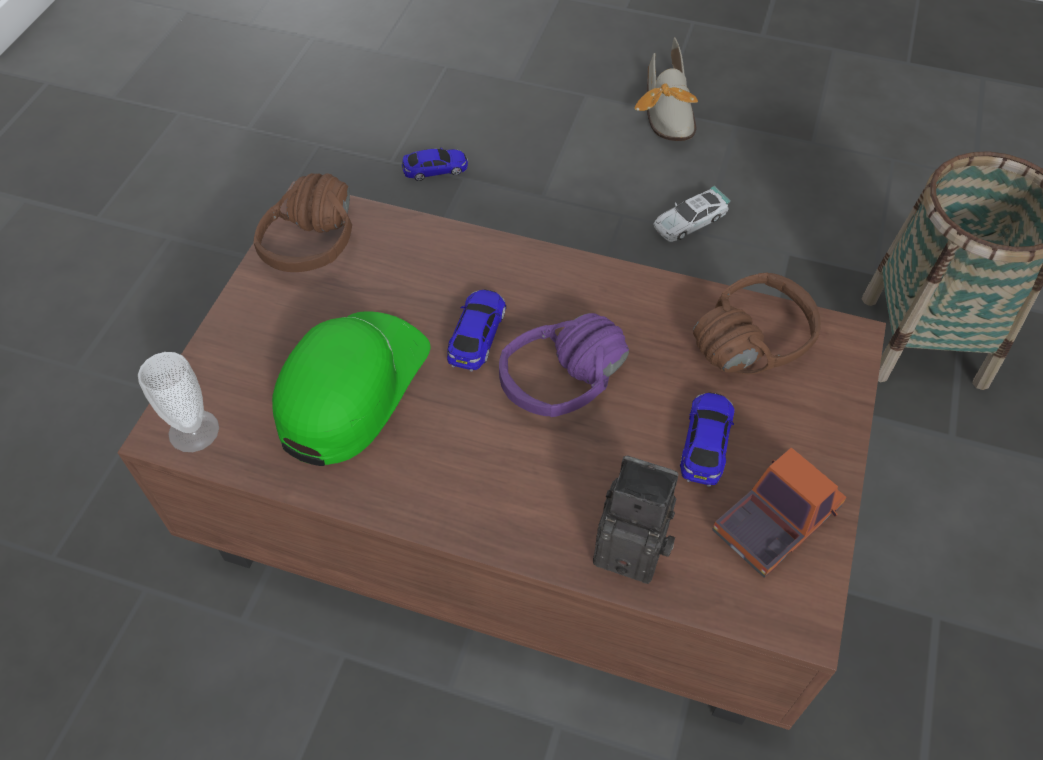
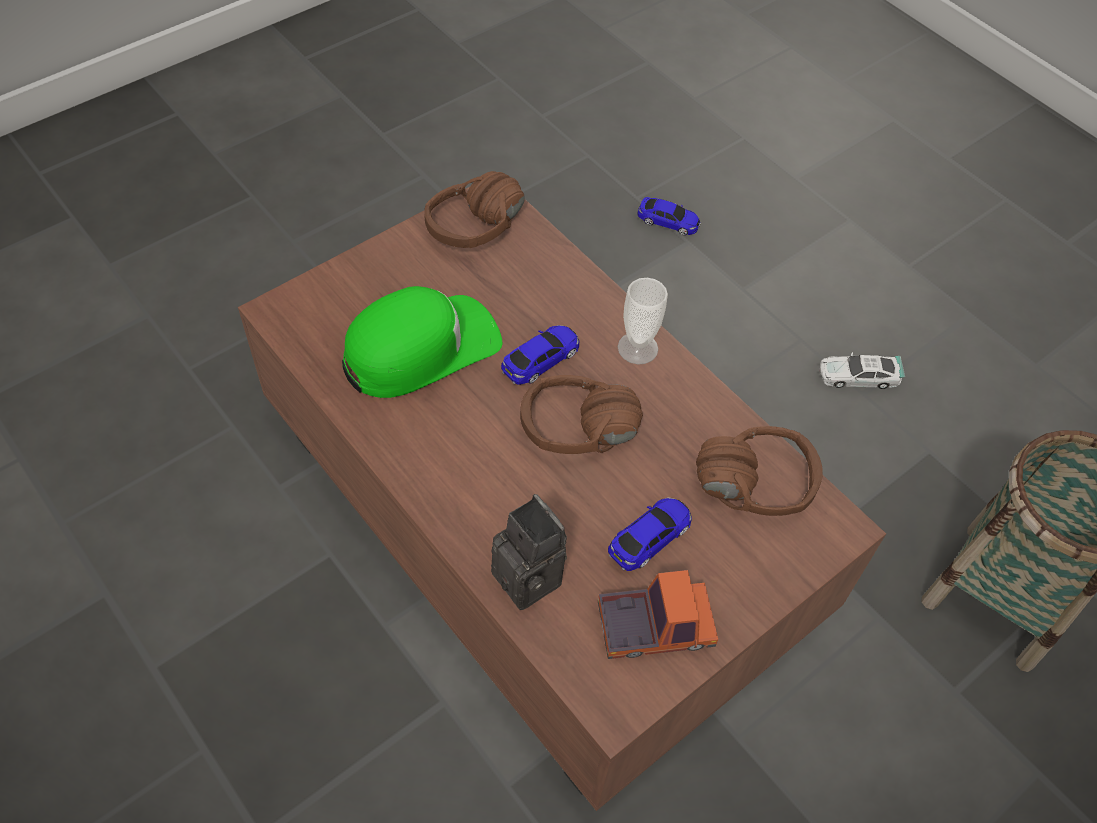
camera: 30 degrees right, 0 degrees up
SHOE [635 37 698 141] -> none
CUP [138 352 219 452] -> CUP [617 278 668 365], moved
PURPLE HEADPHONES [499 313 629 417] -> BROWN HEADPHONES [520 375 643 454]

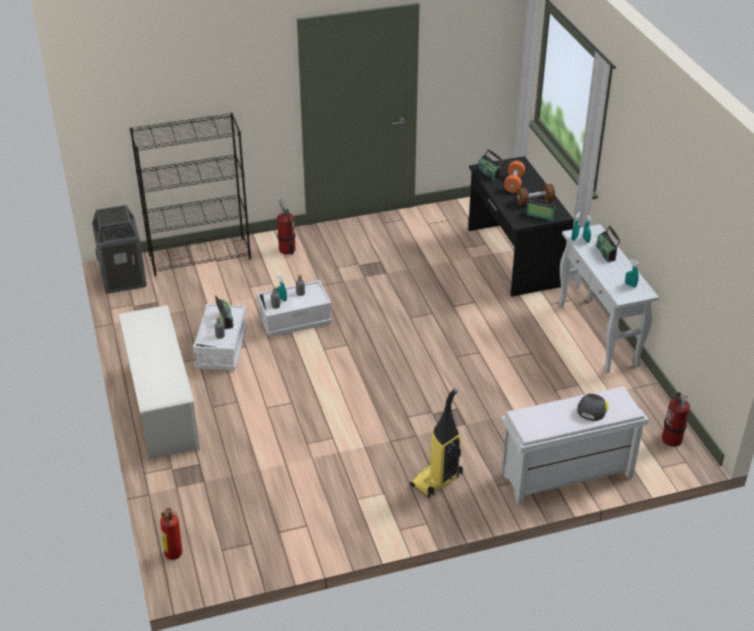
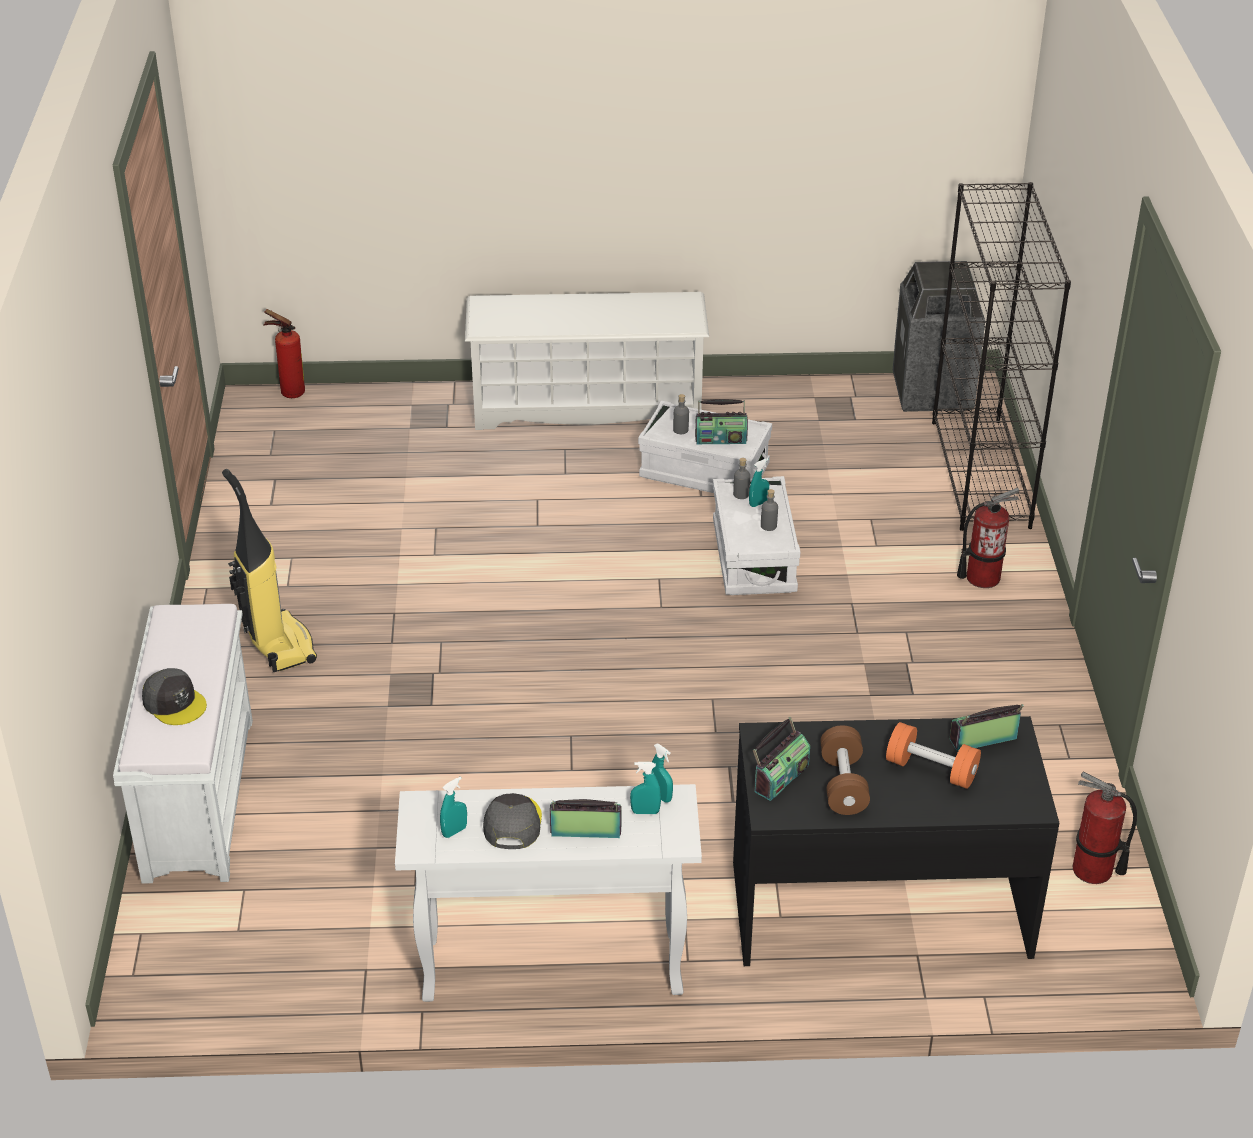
camera: 105 degrees right, 0 degrees up
none -> GREY CAP [483 793 542 849]
FIRE EXTINGUISHER [662 392 690 447] -> FIRE EXTINGUISHER [1073 771 1137 884], moved

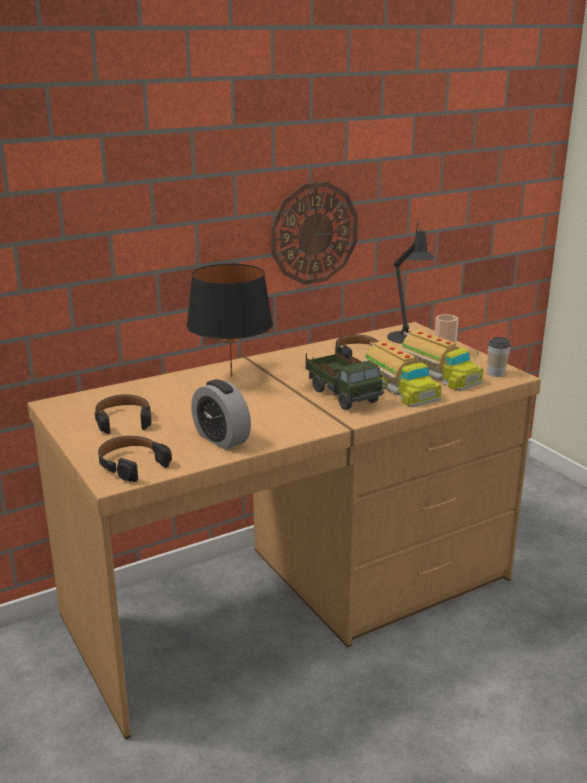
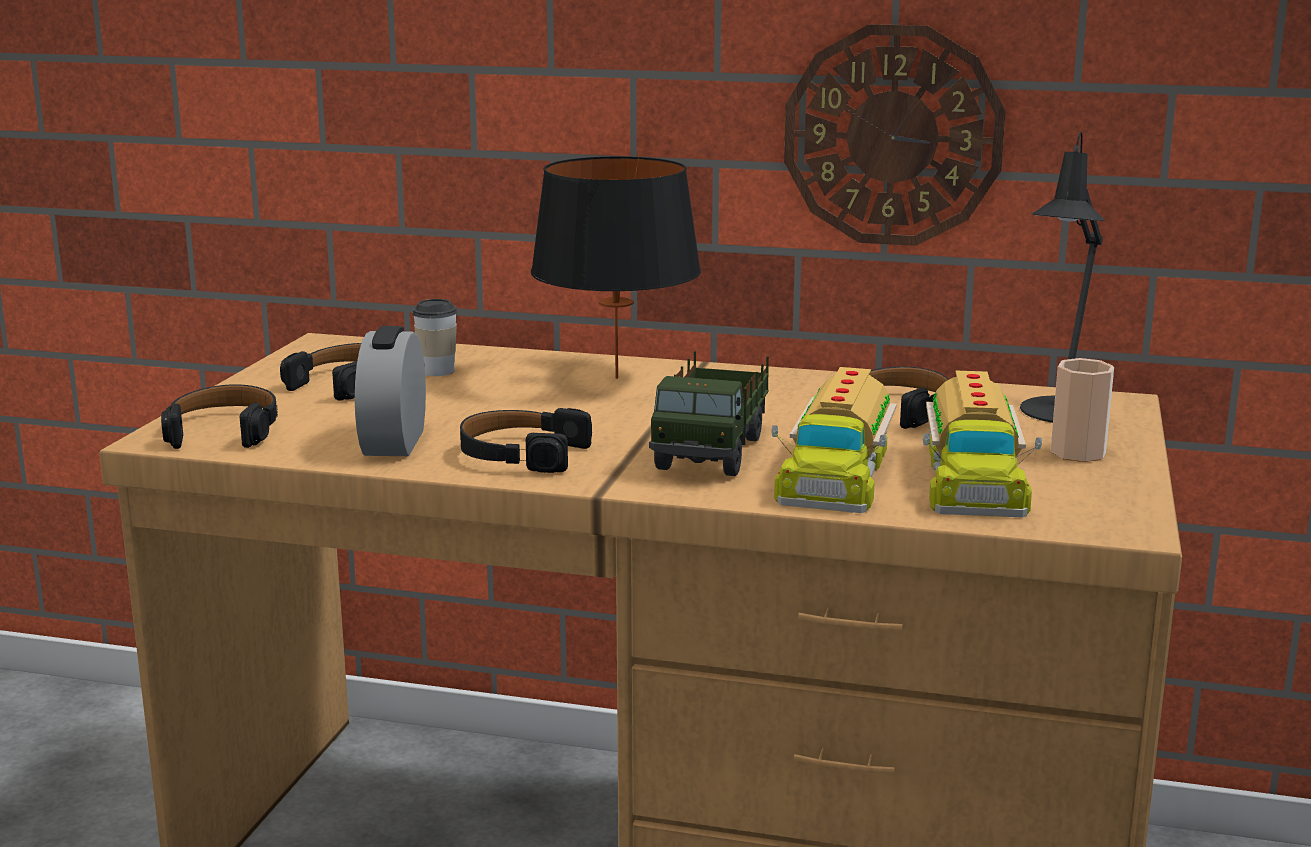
camera: 45 degrees right, 5 degrees down
none -> BLACK HEADPHONES [460 408 592 473]
CUP [488 337 511 377] -> CUP [412 299 457 376], moved

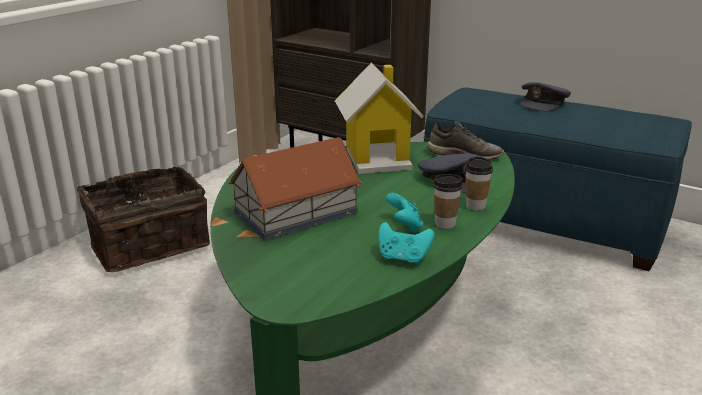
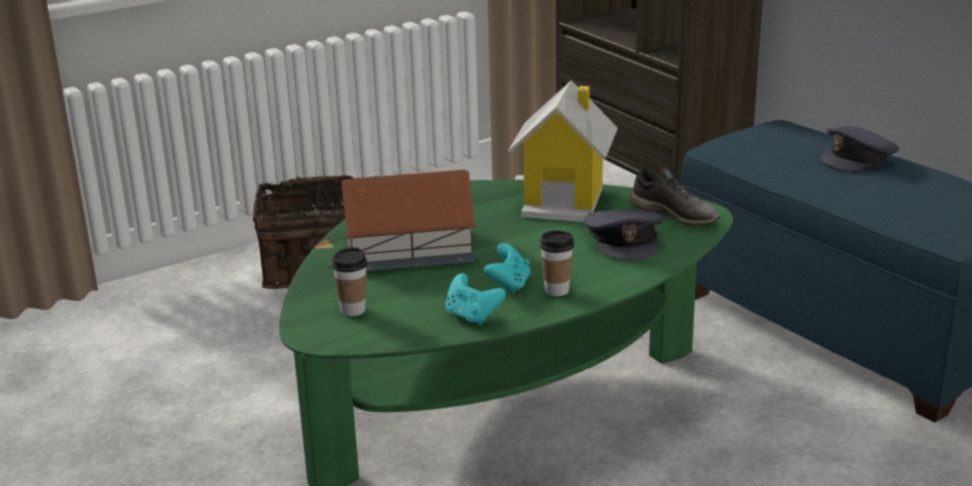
camera: 25 degrees right, 0 degrees up
CUP [465 157 493 211] -> CUP [332 247 367 316], moved

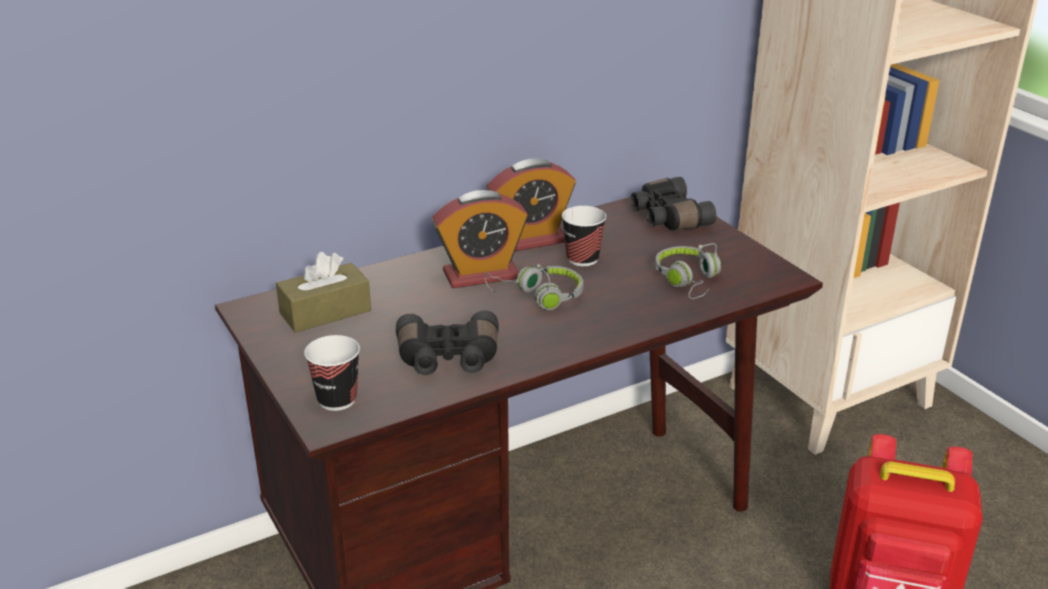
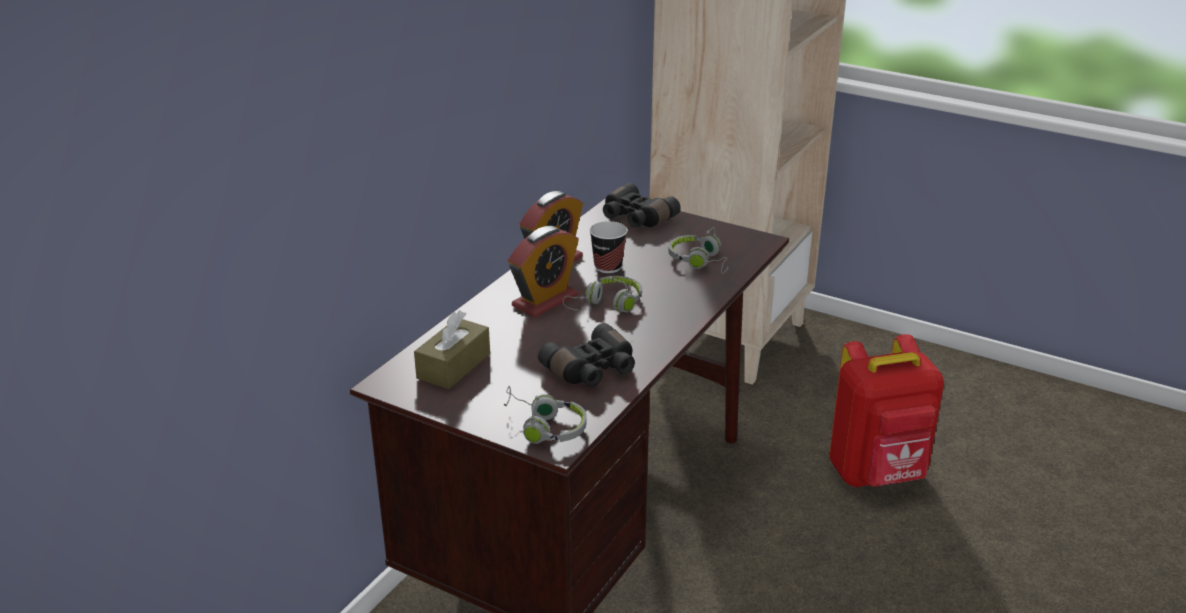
camera: 30 degrees left, 0 degrees up
CUP [304 335 360 411] -> GREY HEADPHONES [504 386 587 444]

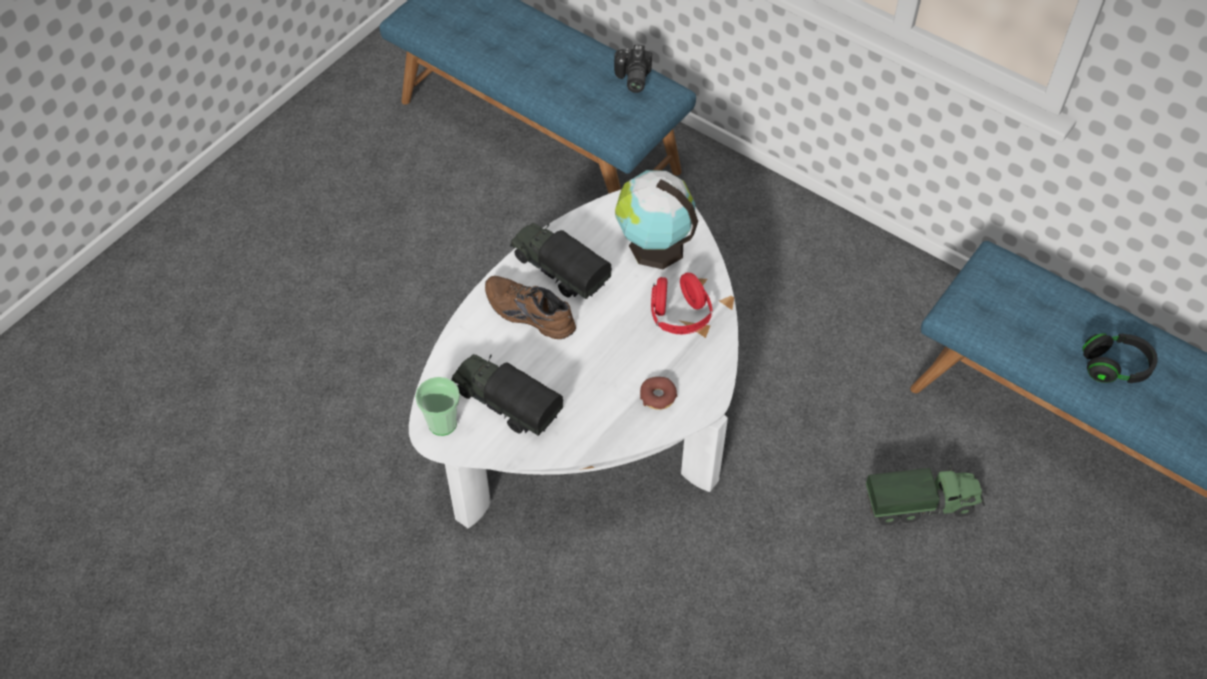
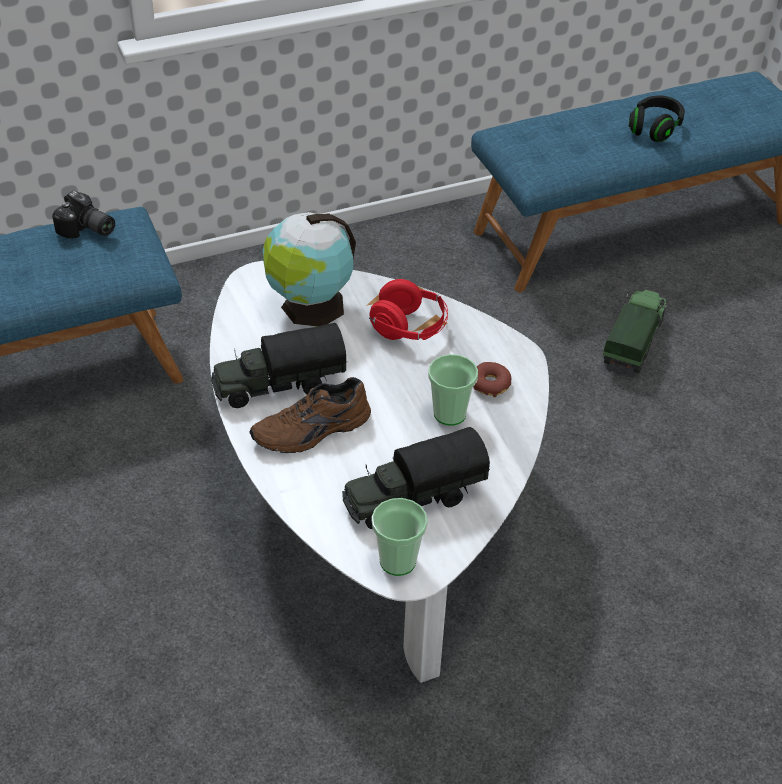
camera: 60 degrees left, 10 degrees down
none -> CUP [428 354 478 426]

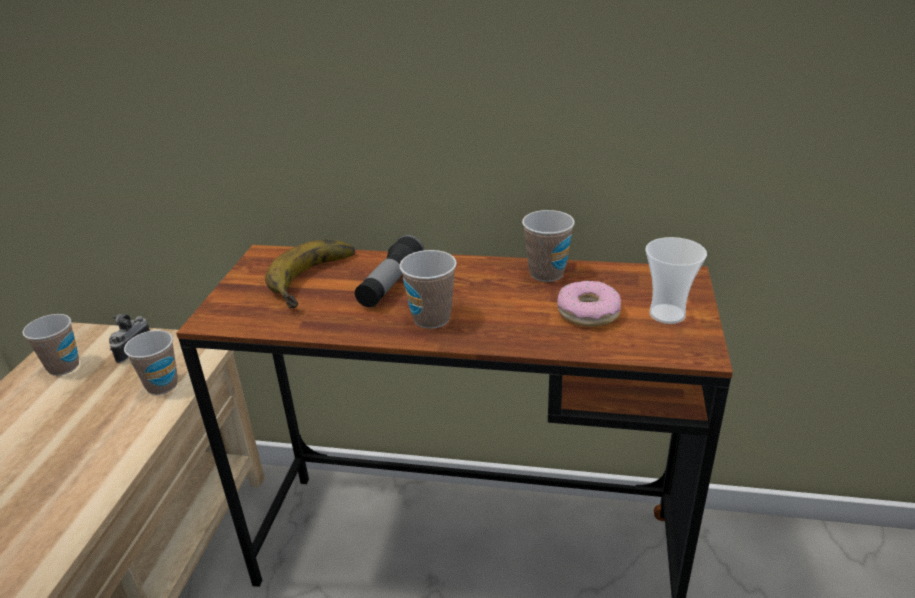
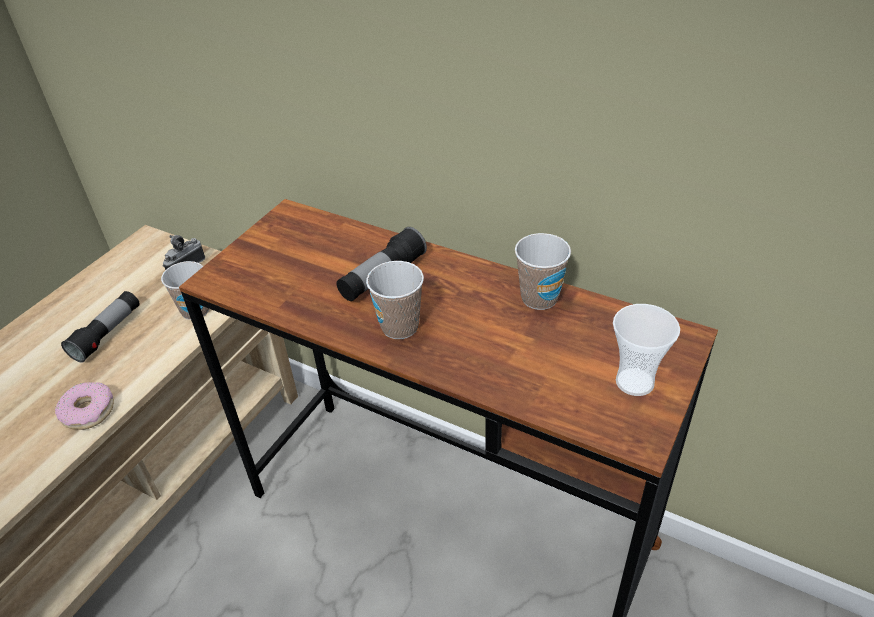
camera: 20 degrees right, 10 degrees up
CUP [22 314 79 376] -> none
BANANA [265 240 355 308] -> none
none -> FLASHLIGHT [61 291 140 363]
DONUT [557 281 621 327] -> DONUT [55 382 114 430], moved

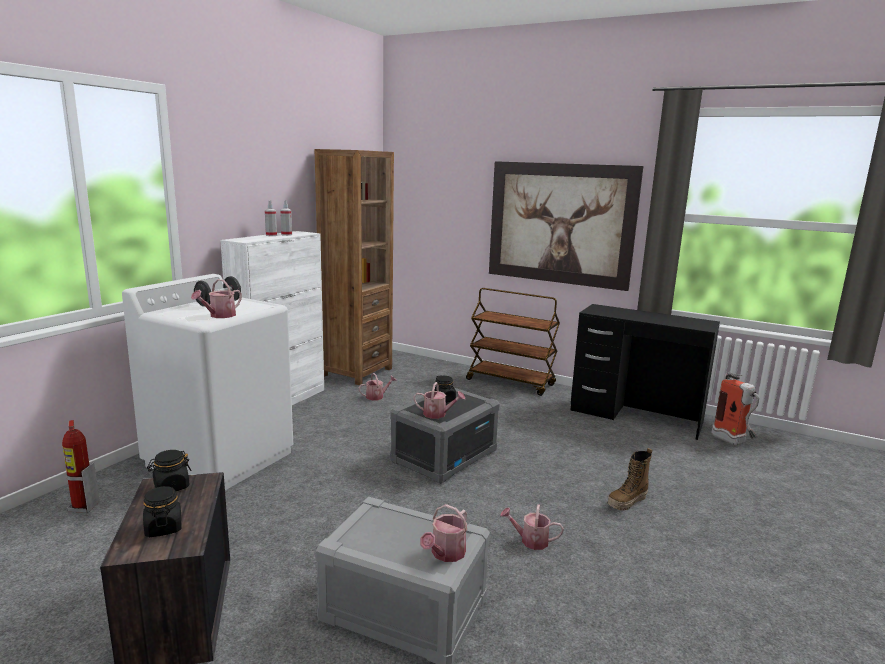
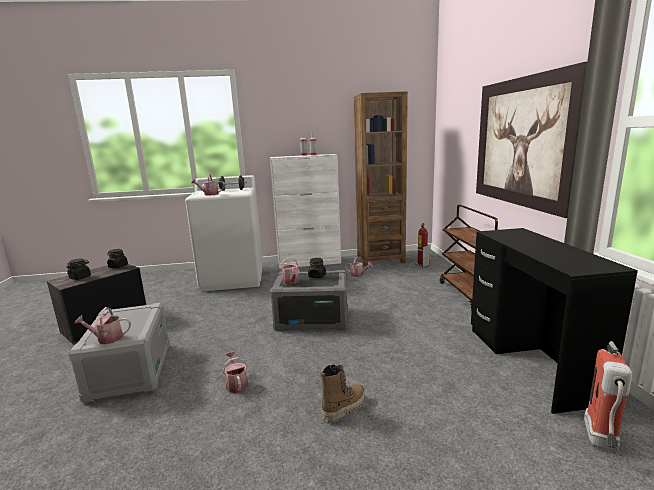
camera: 55 degrees right, 0 degrees up
FIRE EXTINGUISHER [62 420 100 513] -> FIRE EXTINGUISHER [415 223 430 267], moved
BOOT [608 448 652 511] -> BOOT [320 364 365 424], 120 degrees clockwise

